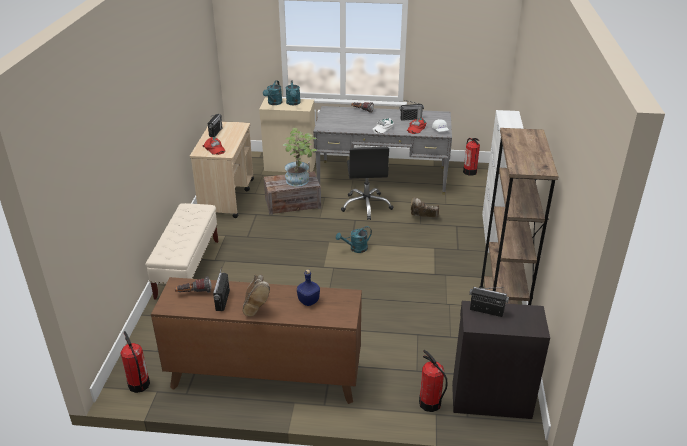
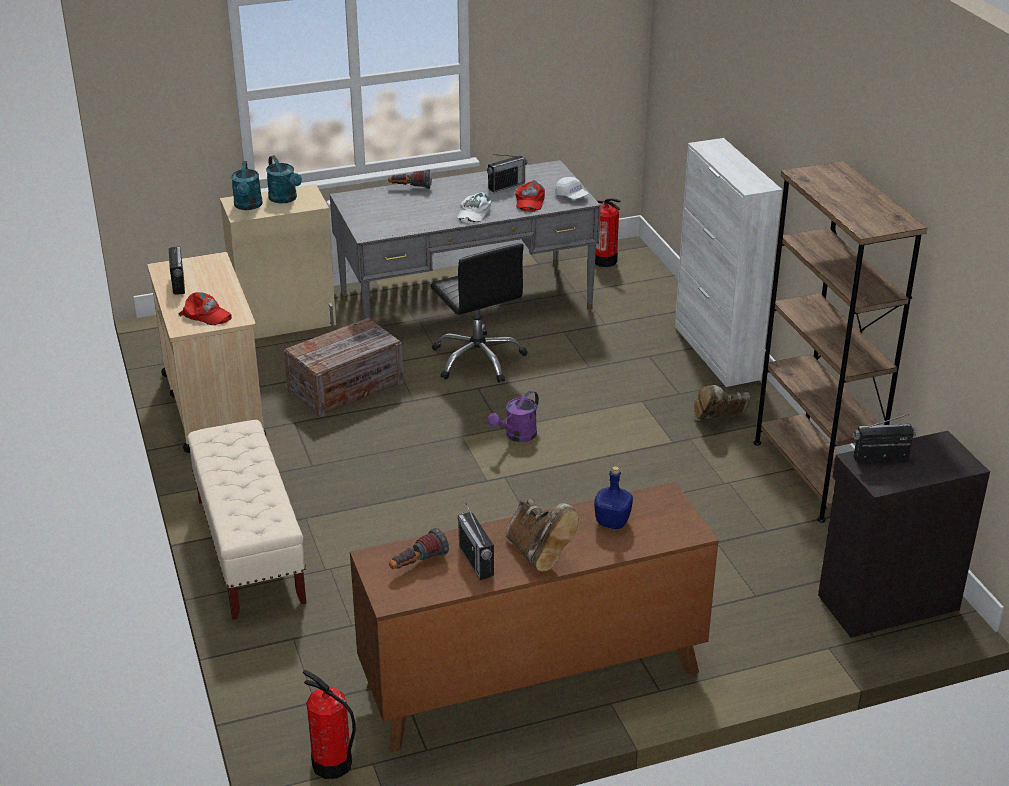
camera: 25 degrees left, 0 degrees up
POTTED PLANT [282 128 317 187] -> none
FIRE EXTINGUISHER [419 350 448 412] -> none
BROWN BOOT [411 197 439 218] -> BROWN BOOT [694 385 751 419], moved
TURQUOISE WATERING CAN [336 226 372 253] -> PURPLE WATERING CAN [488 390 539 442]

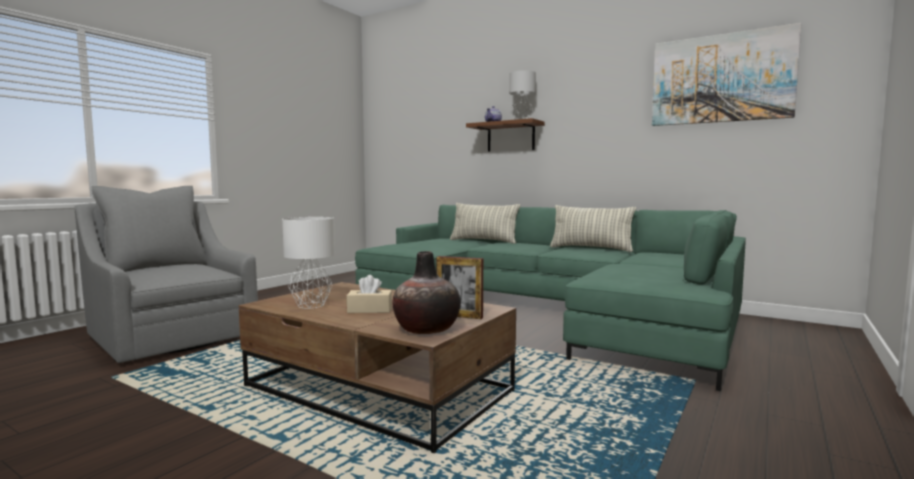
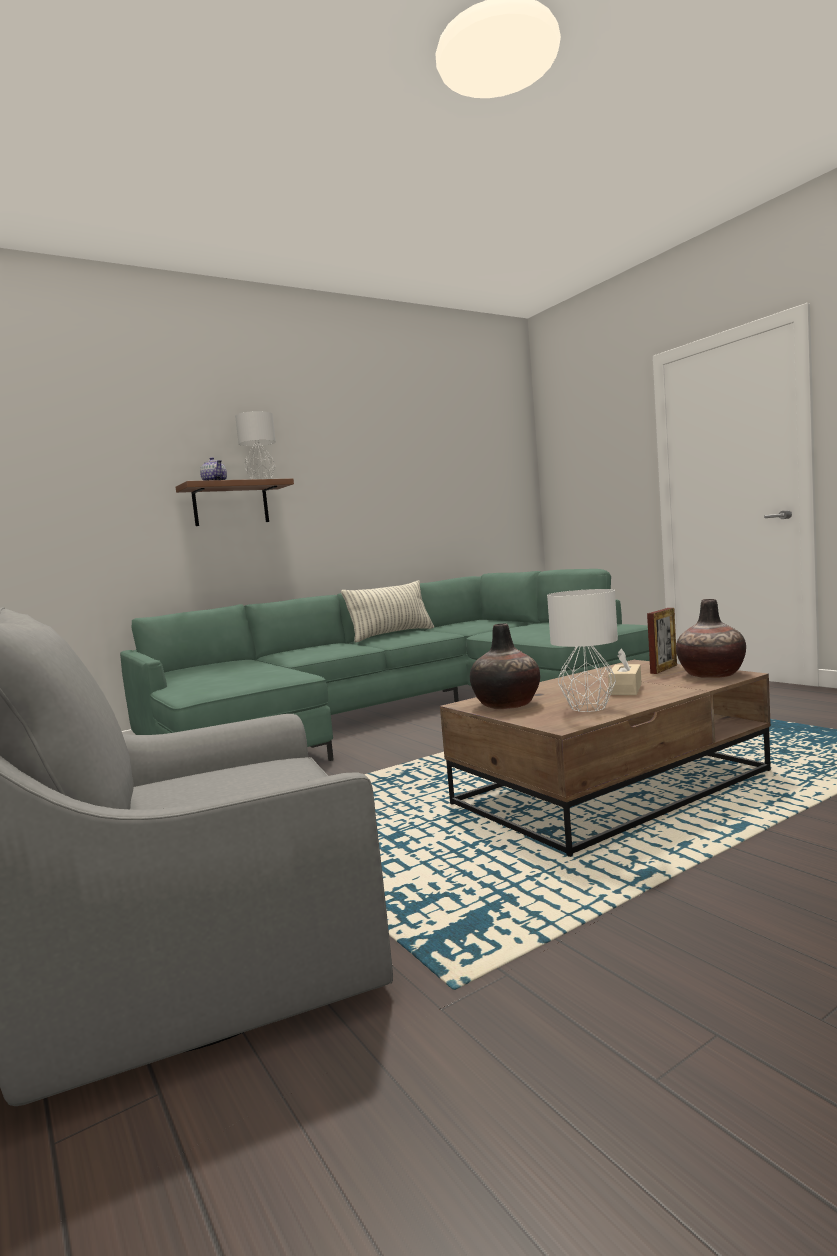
camera: 65 degrees left, 0 degrees up
PILLOW [450 203 520 244] -> none
PICTURE [652 23 802 126] -> none
none -> VASE [470 623 540 709]

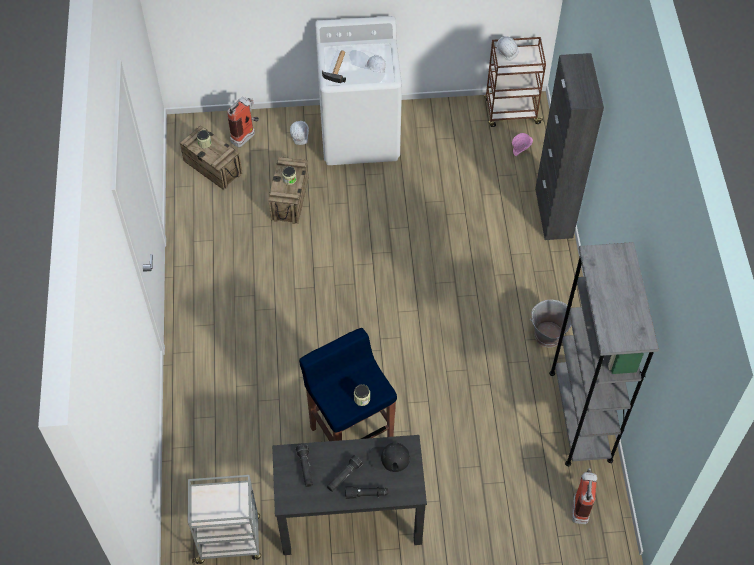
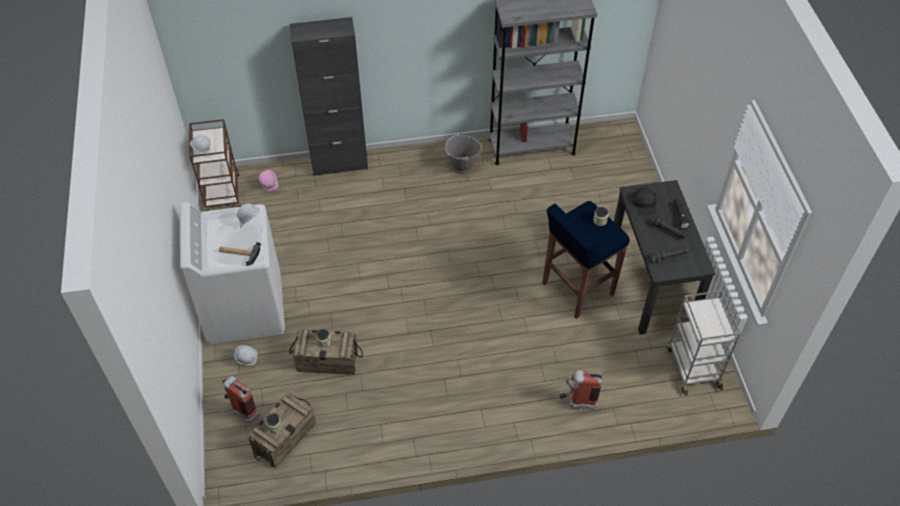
camera: 95 degrees left, 5 degrees down
FIRE EXTINGUISHER [572 468 597 524] -> FIRE EXTINGUISHER [559 370 602 410], moved

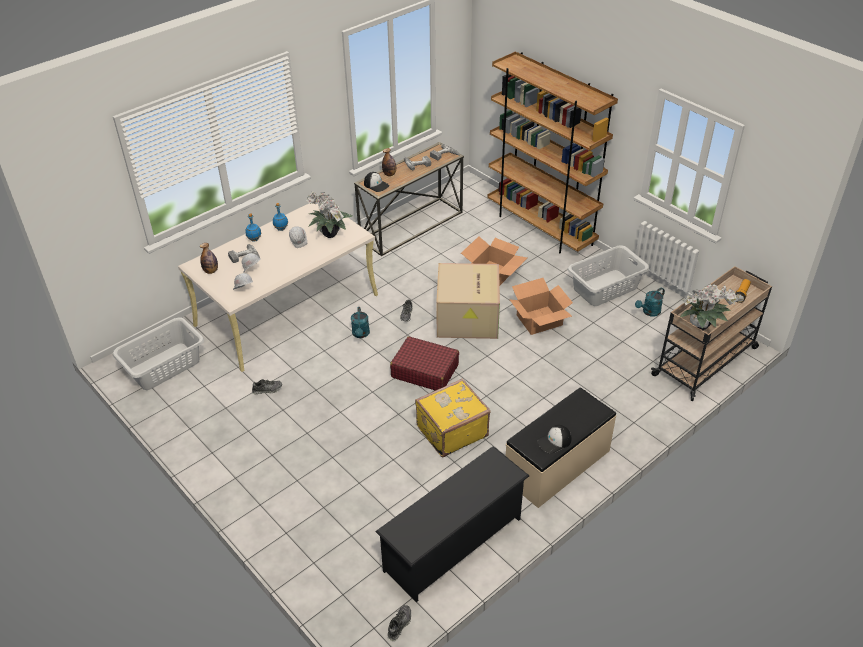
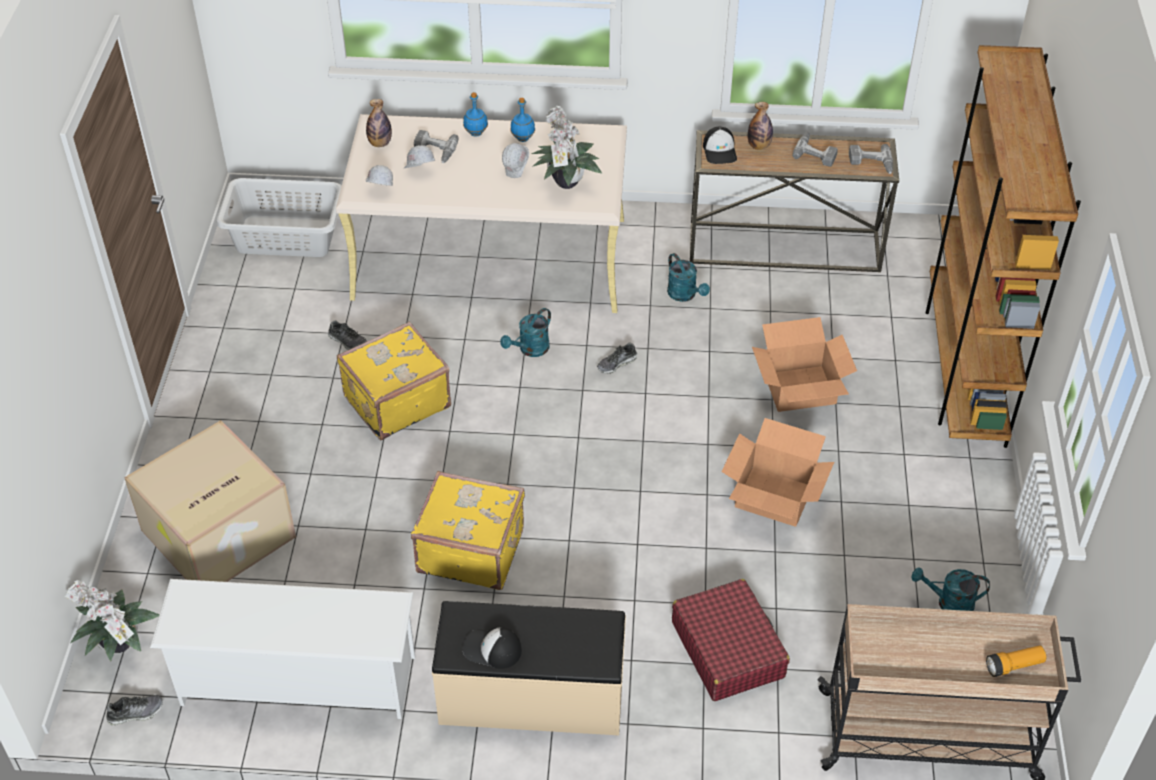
camera: 45 degrees right, 5 degrees up
GREY LAUNDRY BASKET [567 245 649 306] -> none
none -> YELLOW SUITCASE [337 321 451 440]
none -> TURQUOISE WATERING CAN [667 253 710 302]
RED SUITCASE [390 336 459 391] -> RED SUITCASE [672 579 790 701], moved
CARDBOARD BOX [436 263 500 339] -> CARDBOARD BOX [124 420 296 582], moved
POTTED PLANT [679 284 738 330] -> POTTED PLANT [65 580 160 661], moved
BLACK SHOE RACK [375 446 529 602] -> WHITE SHOE RACK [150 579 415 719]

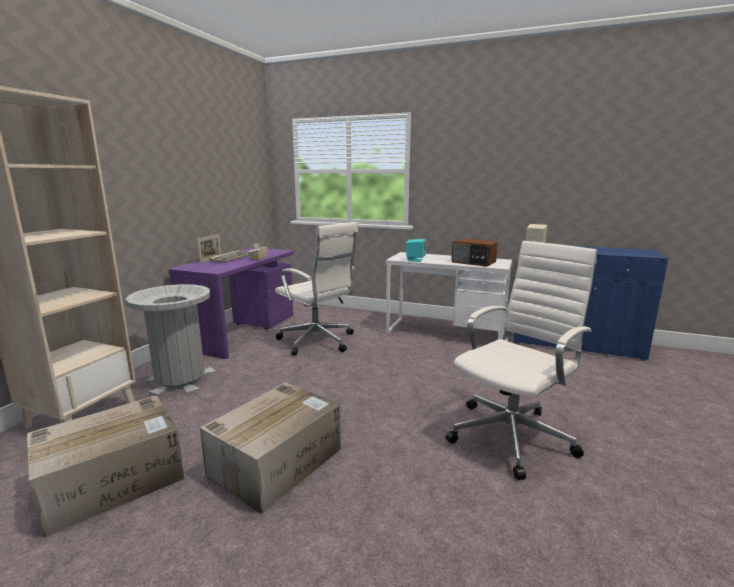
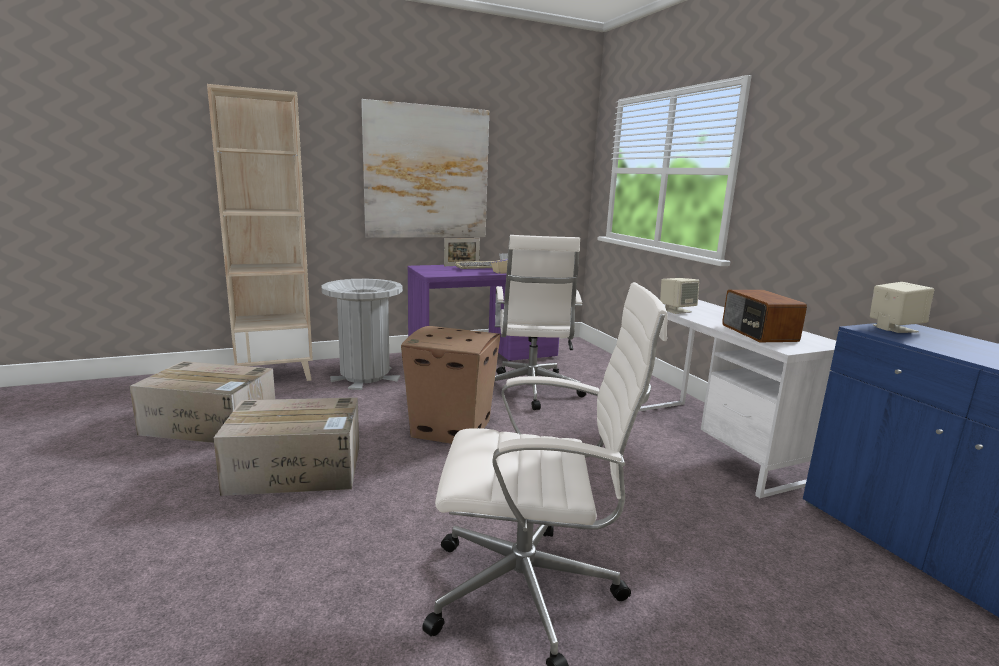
camera: 45 degrees right, 0 degrees up
none -> PICTURE [361 99 489 238]
none -> CARDBOARD BOX [401 326 501 444]
TURQUOISE SPEAKER [406 239 426 262] -> BEIGE SPEAKER [660 278 699 314]

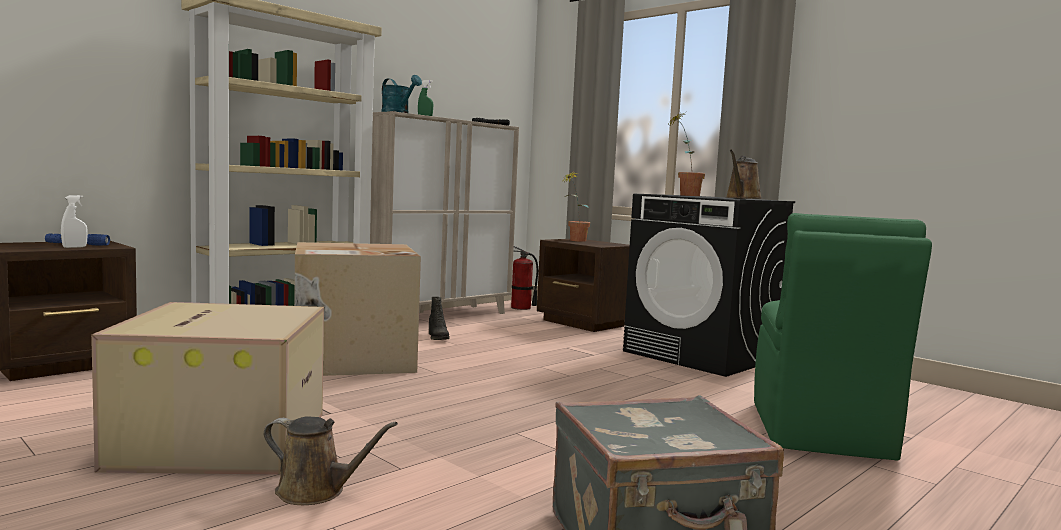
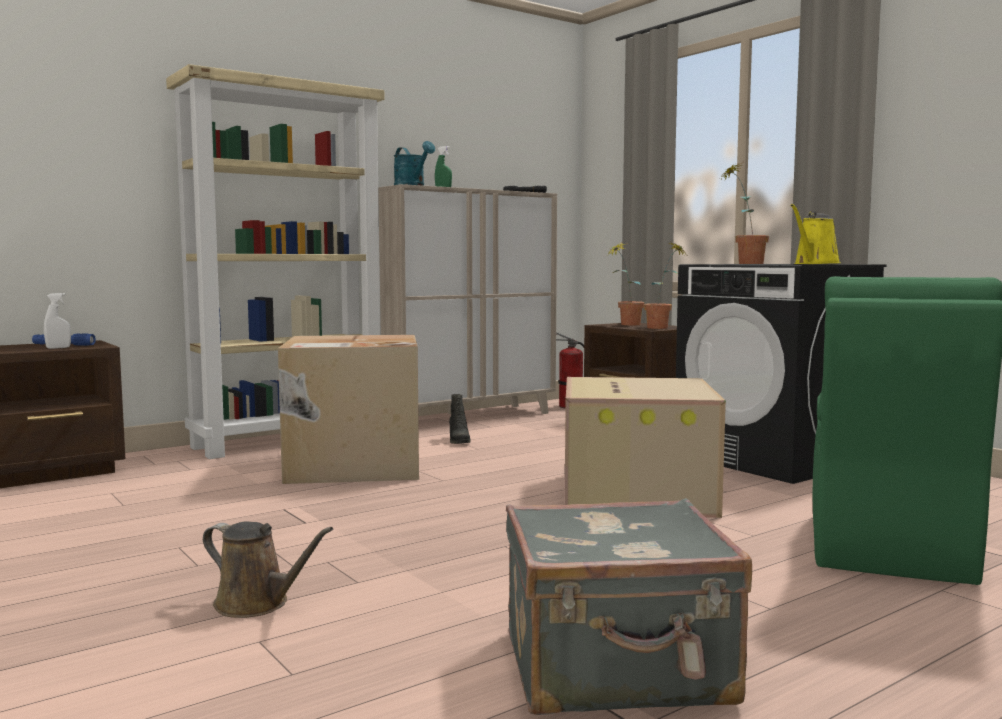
camera: 10 degrees right, 0 degrees up
none -> POTTED PLANT [644 243 686 329]
CARDBOARD BOX [91 302 324 475] -> CARDBOARD BOX [565 377 726 518], moved
BROWN WATERING CAN [725 150 762 199] -> YELLOW WATERING CAN [791 204 840 264]

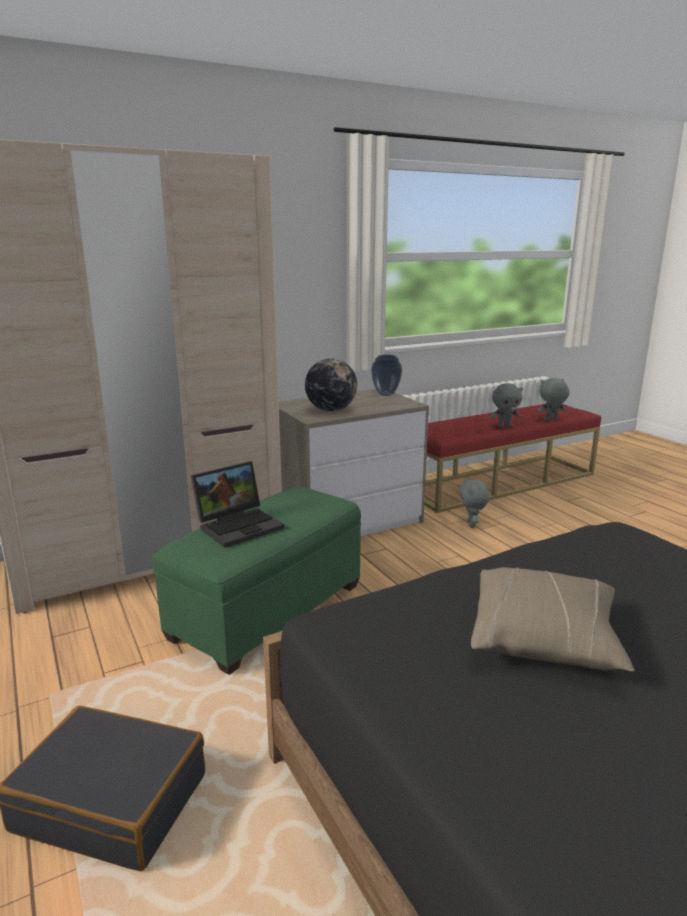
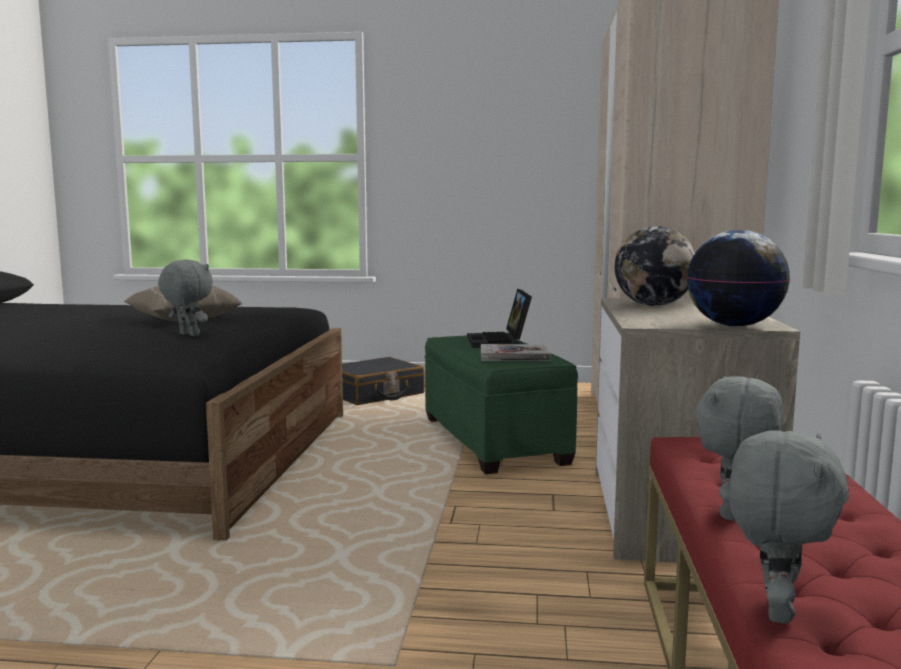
camera: 125 degrees right, 10 degrees down
none -> BOOK [481 344 550 361]
GREY PLUSH TOY [459 479 489 528] -> GREY PLUSH TOY [158 259 213 336], moved
VASE [371 355 402 396] -> GLOBE [687 230 790 327]

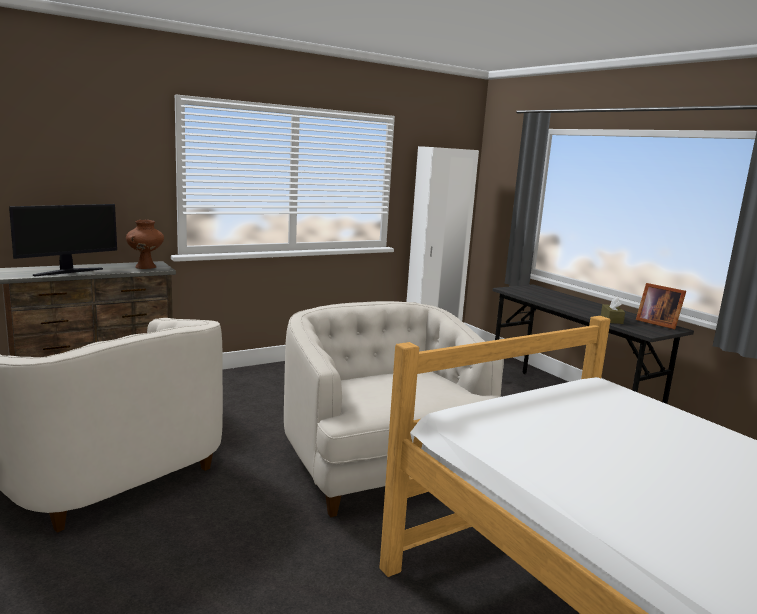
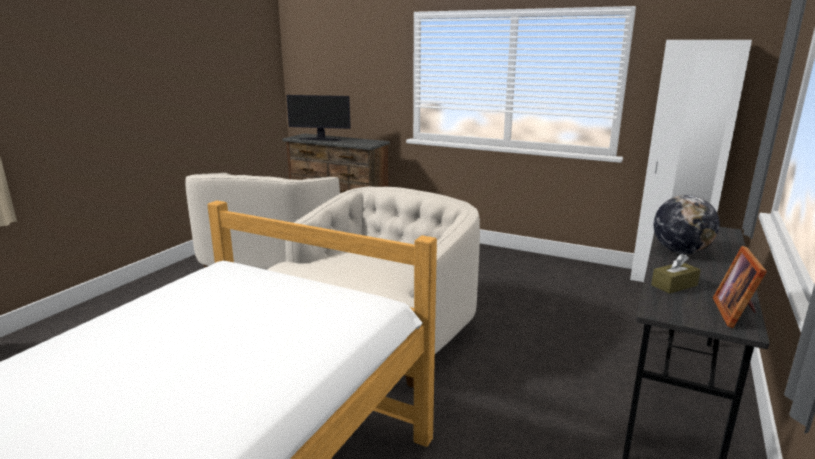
camera: 60 degrees right, 5 degrees up
BROWN VASE [126 220 164 269] -> none
none -> GLOBE [654 195 720 254]

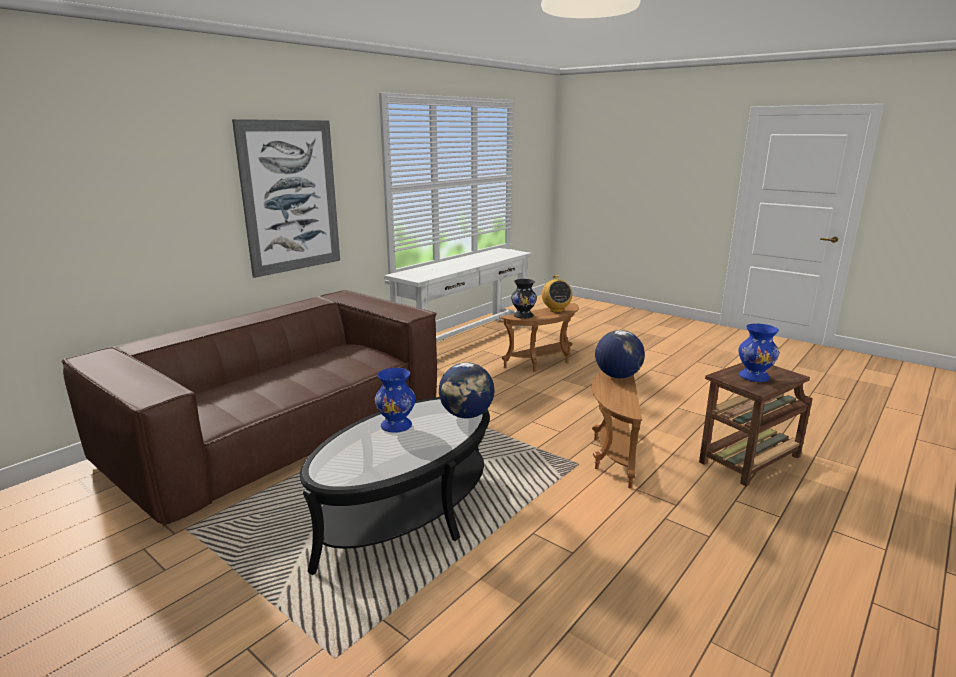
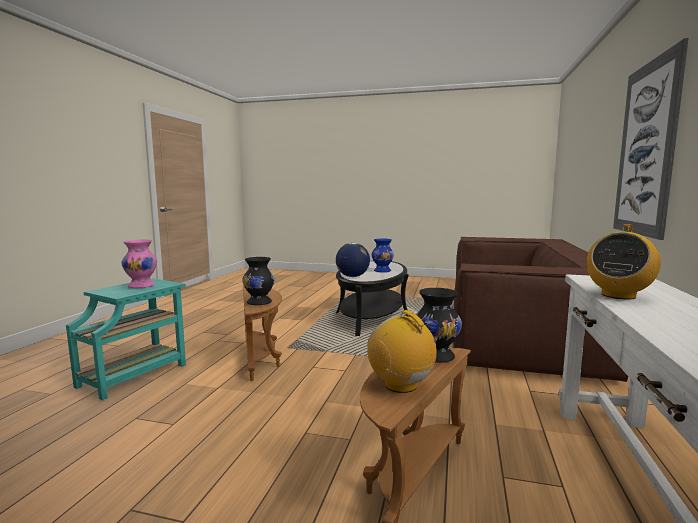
camera: 155 degrees right, 10 degrees down
none -> RADIO [586 224 661 300]
GLOBE [595 330 645 378] -> BLACK VASE [242 257 275 305]
BROWN SIDE TABLE [699 363 813 486] -> TURQUOISE SIDE TABLE [66 278 186 400]
BLUE VASE [738 323 779 382] -> PINK VASE [122 240 157 288]

